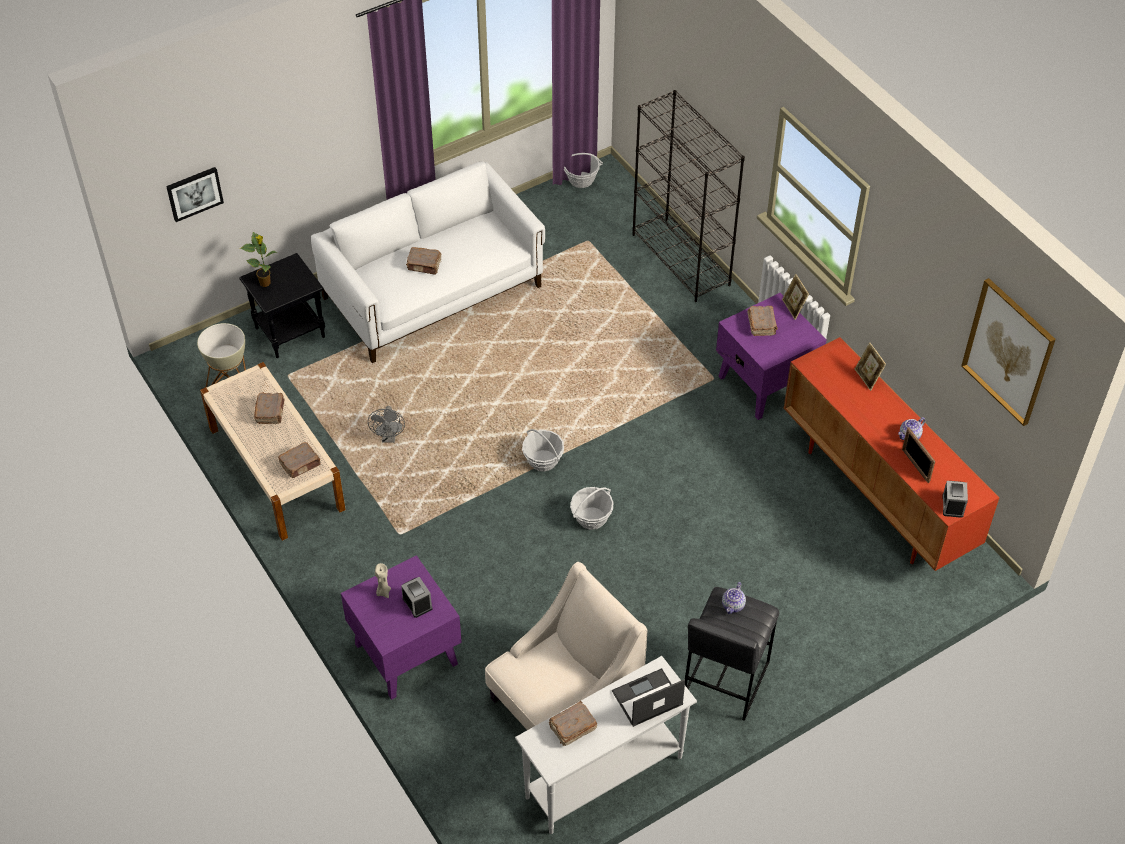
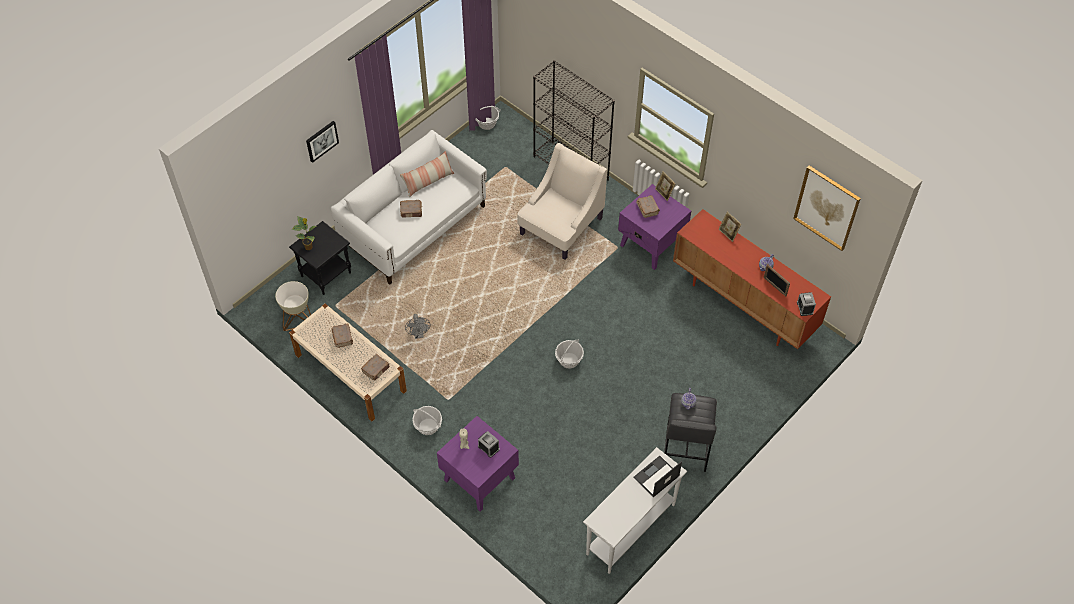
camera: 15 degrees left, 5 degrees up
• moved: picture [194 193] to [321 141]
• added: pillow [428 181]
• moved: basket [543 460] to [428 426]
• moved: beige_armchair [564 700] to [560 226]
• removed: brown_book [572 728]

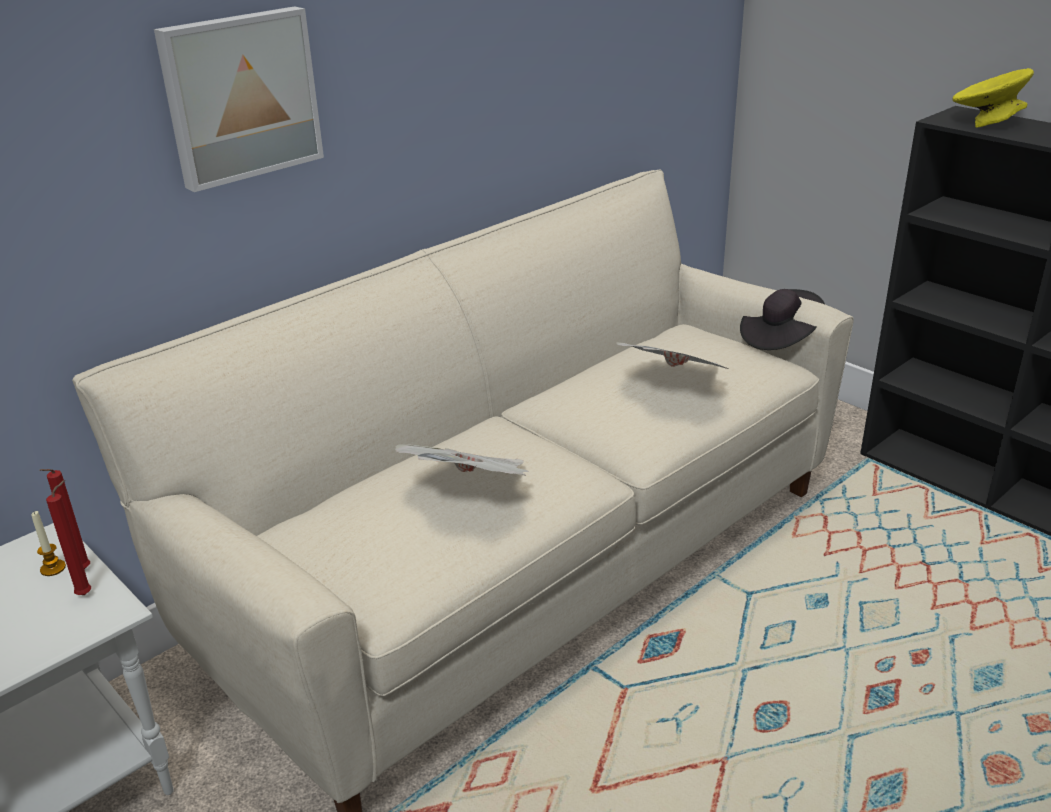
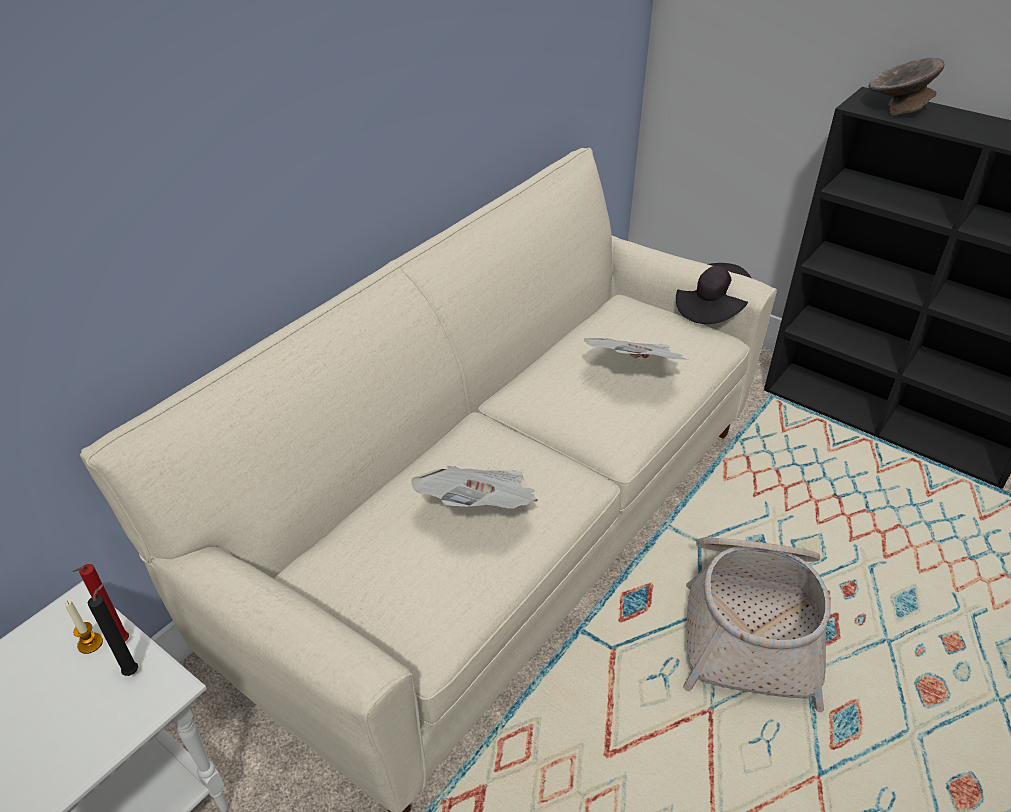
camera: 10 degrees left, 10 degrees up
• recoloured: red_candle [87 593] to black_candle [134 671]
• added: basket [750 625]
• recoloured: yellow_bowl [985 122] to grey_bowl [896 108]
• removed: picture [240 96]

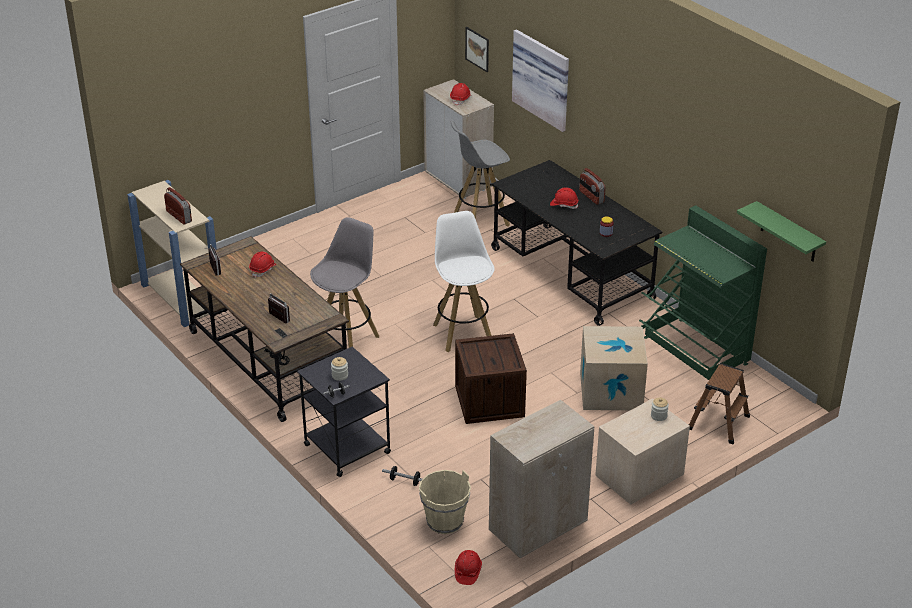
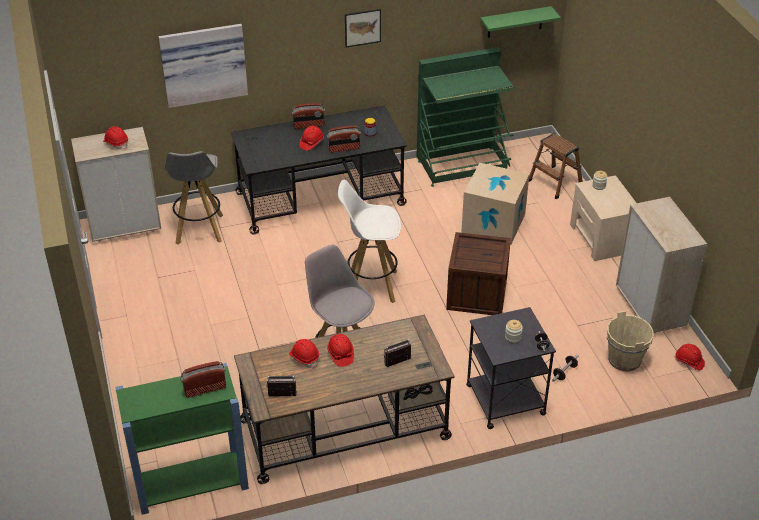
camera: 70 degrees left, 5 degrees up
• recoloured: beige_bookcase [181 297] to green_bookcase [189 481]
• added: radio [344 149]
• added: red_hard_hat [340 355]
• moved: picture [477 49] to [362 27]

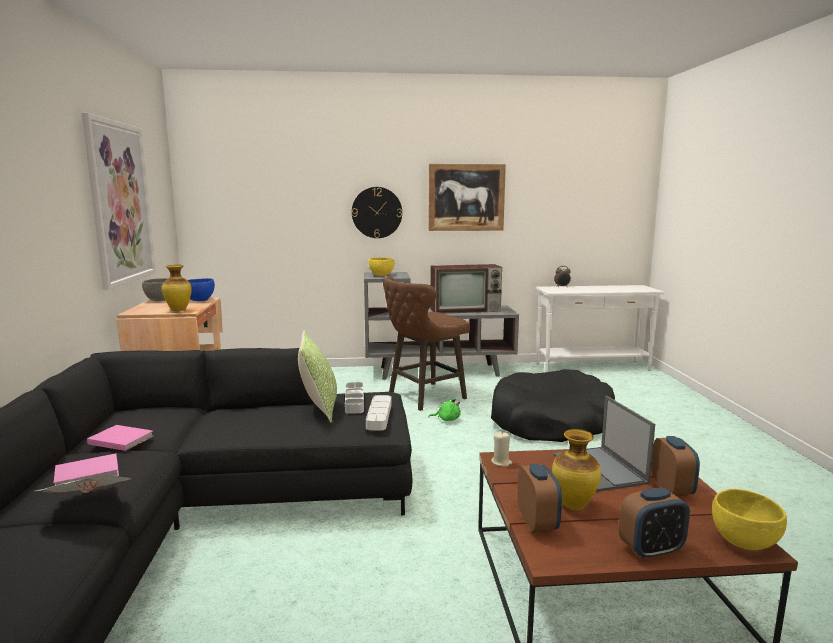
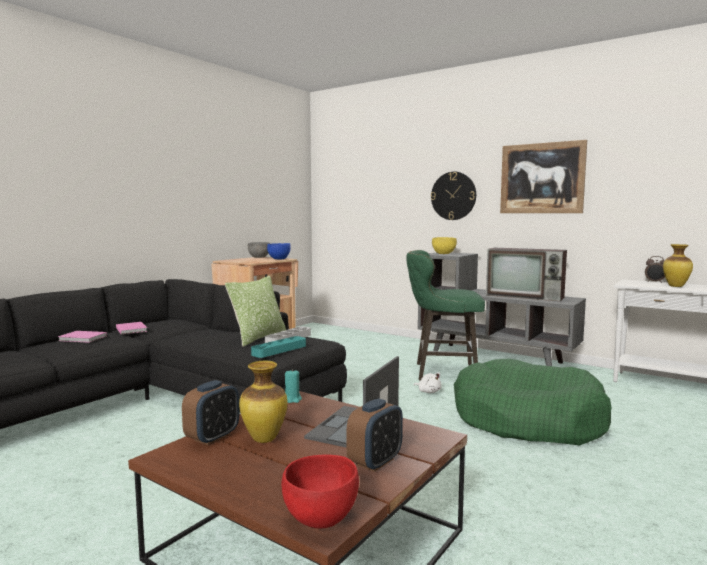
camera: 40 degrees right, 5 degrees down
• recoloured: grey_tray [379 416] to turquoise_tray [279 350]
• recoloured: yellow_bowl [743 542] to red_bowl [320 518]
• recoloured: beige_candle [501 462] to turquoise_candle [292 399]
• recoloured: brown_stool [423 397] to green_stool [442 372]
• recoloured: green_plush_toy [447 419] to white_plush_toy [428 391]
• recoloured: black_dog_bed [550 422] to green_dog_bed [527 420]
• moved: vase [178 310] to [675 286]
• removed: newspaper [90 505]
• removed: picture [120 203]
• removed: alarm_clock [651 550]

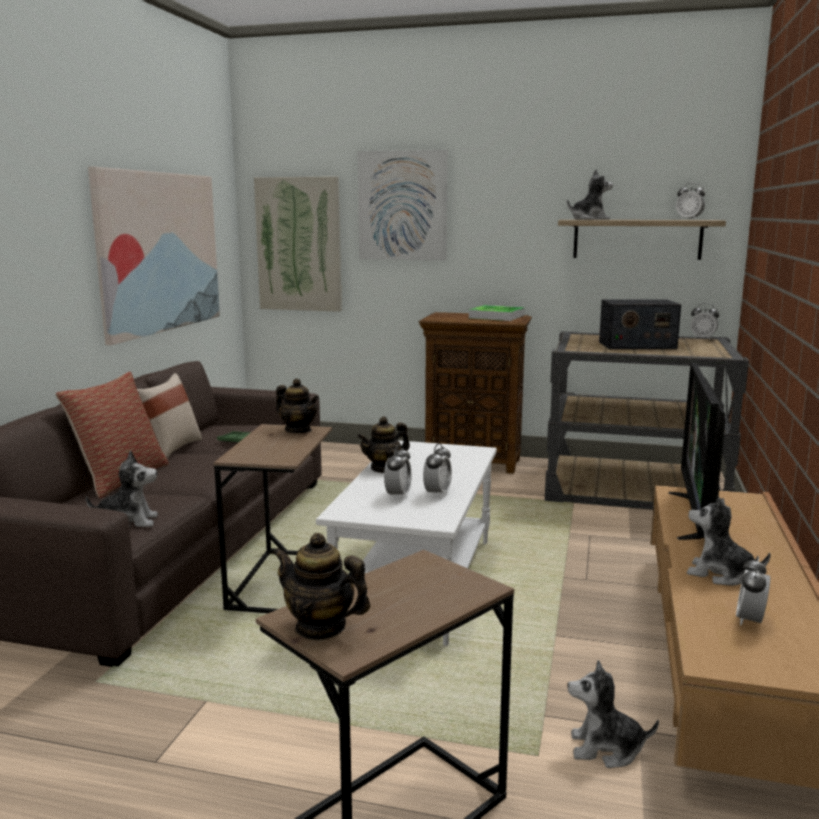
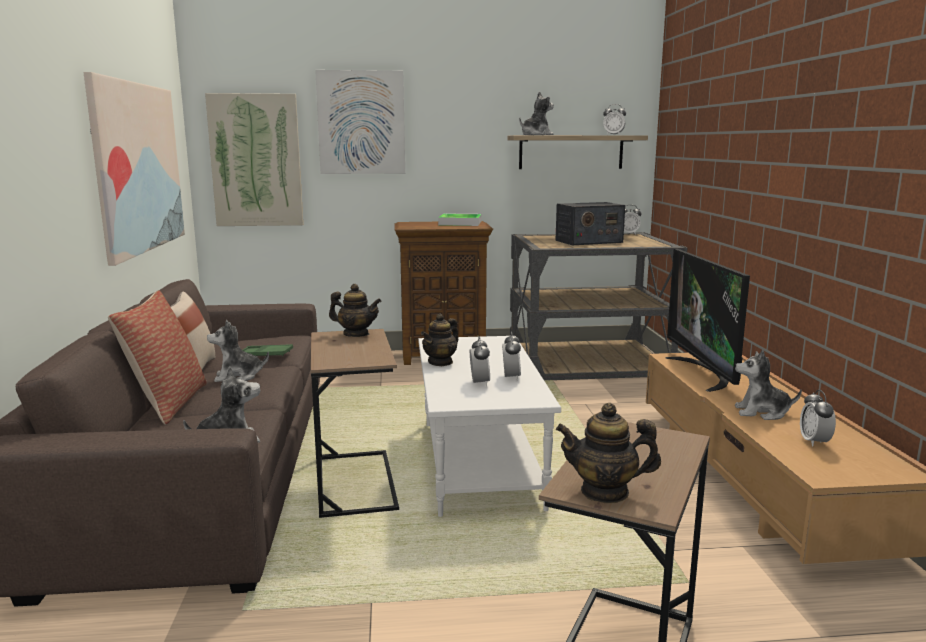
camera: 20 degrees left, 0 degrees up
• moved: plush_toy [606 749] to [238 377]

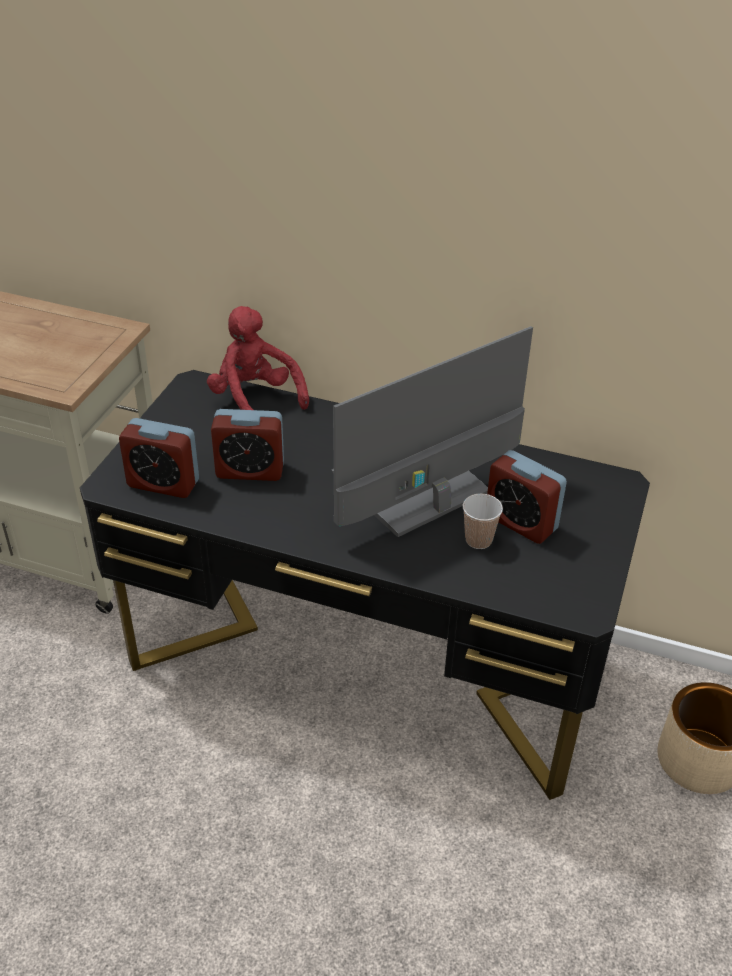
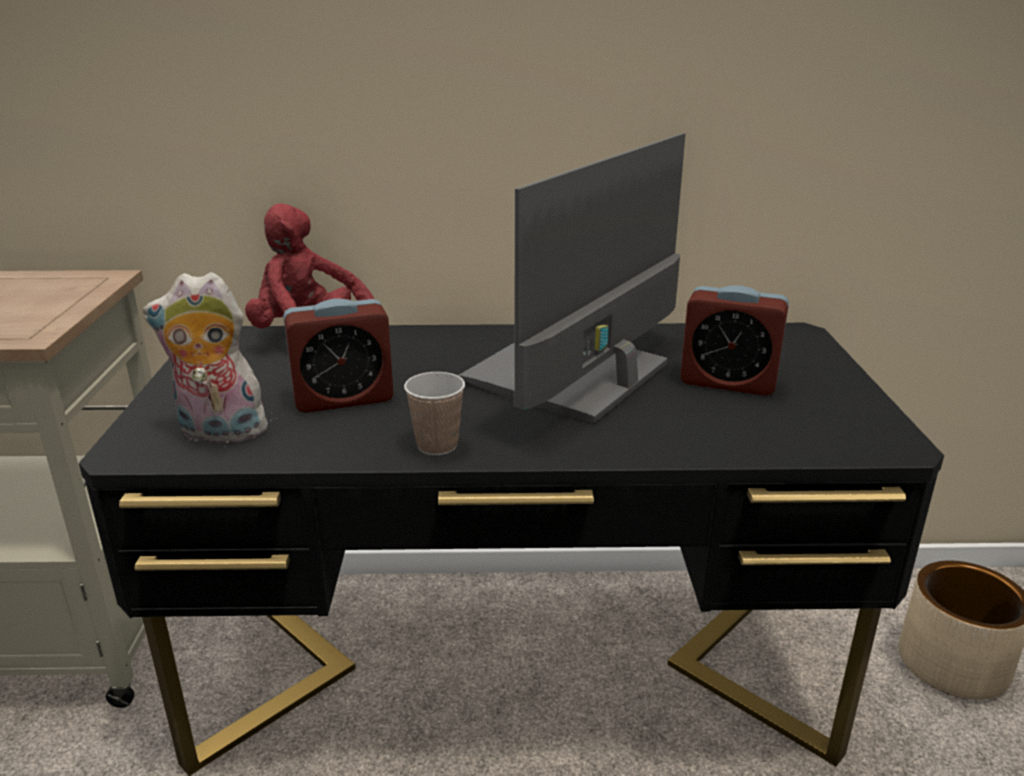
camera: 20 degrees left, 15 degrees down
• replaced: alarm_clock [163 483] to plush_toy [219 433]
• moved: cup [478 540] to [437 445]

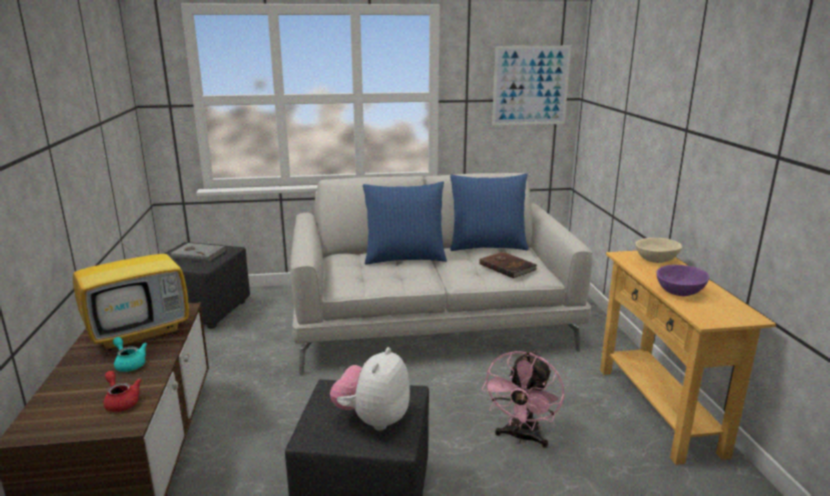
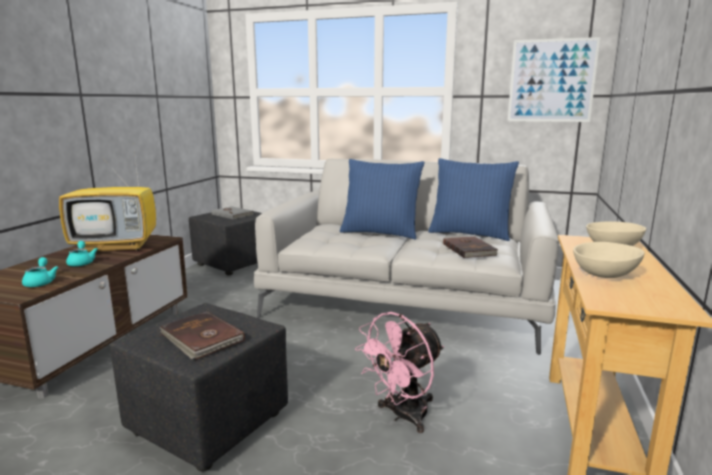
camera: 25 degrees right, 5 degrees down
• recoloured: red_teapot [121 401] to turquoise_teapot [41 282]
• replaced: plush_toy [373 419] to brown_book [201 338]
• recoloured: purple_bowl [679 292] to beige_bowl [605 274]

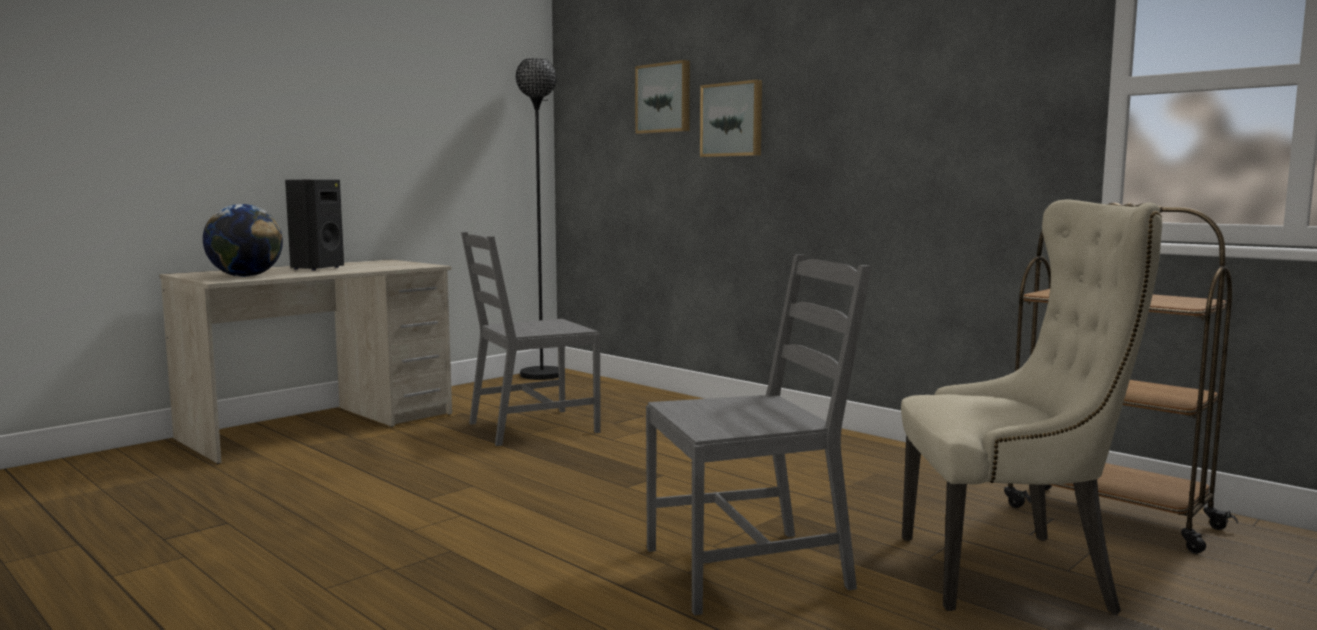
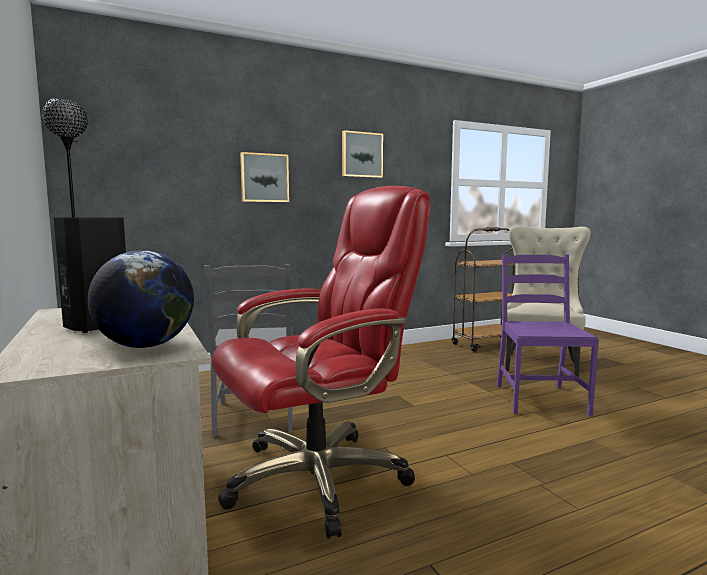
camera: 70 degrees left, 0 degrees up
• added: red_office_chair [317 478]
• moved: picture [664 98] to [361 155]
• recoloured: grey_chair [748 568] to purple_chair [539 399]

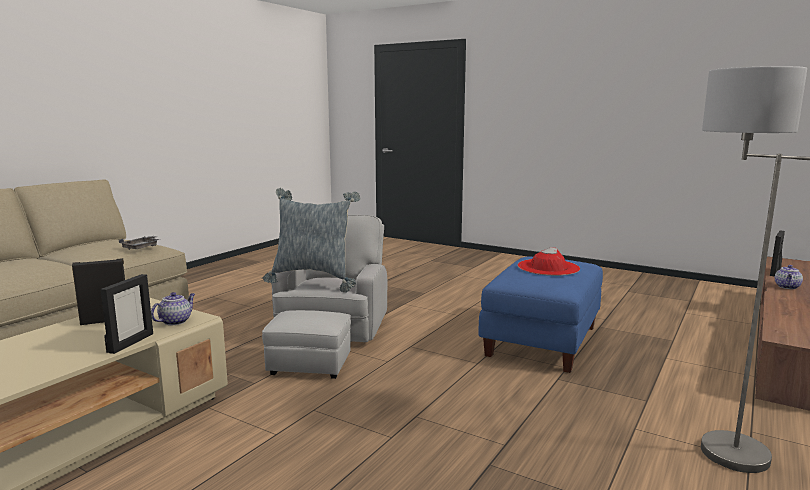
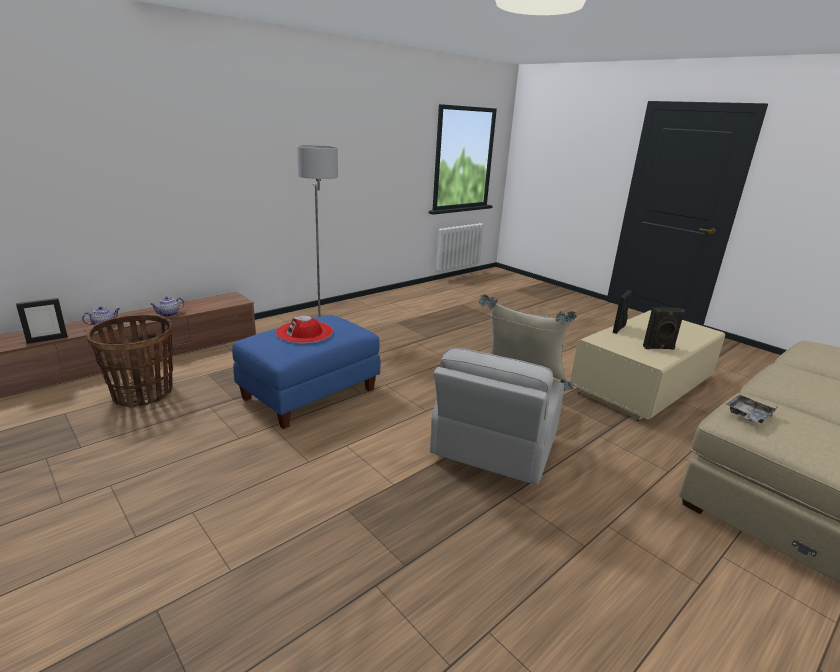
camera: 165 degrees left, 10 degrees up
• added: basket [143 393]
• moved: teapot [175 321] to [168 314]

